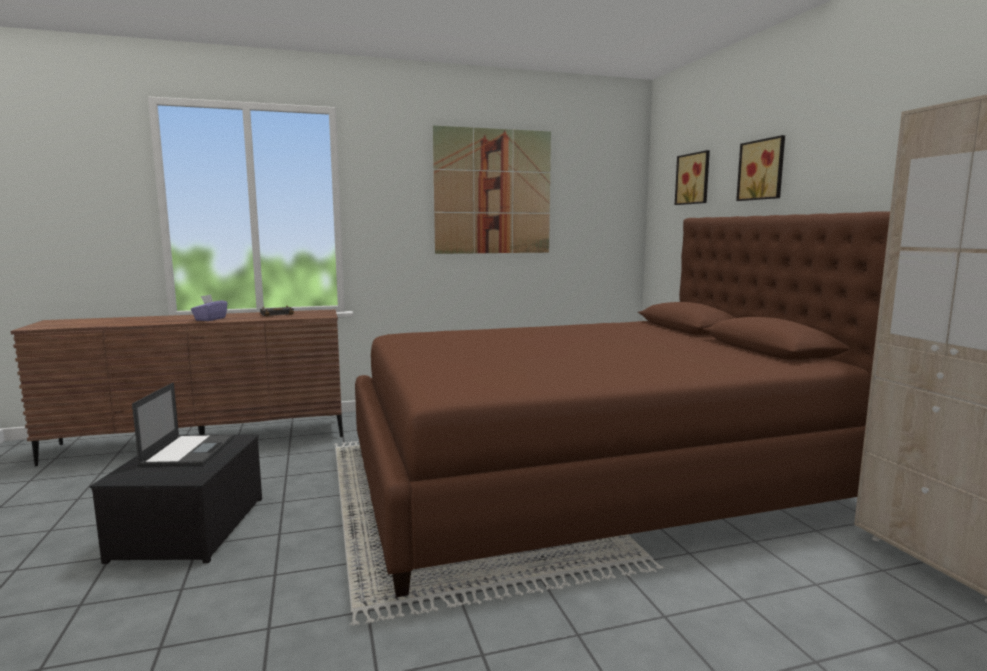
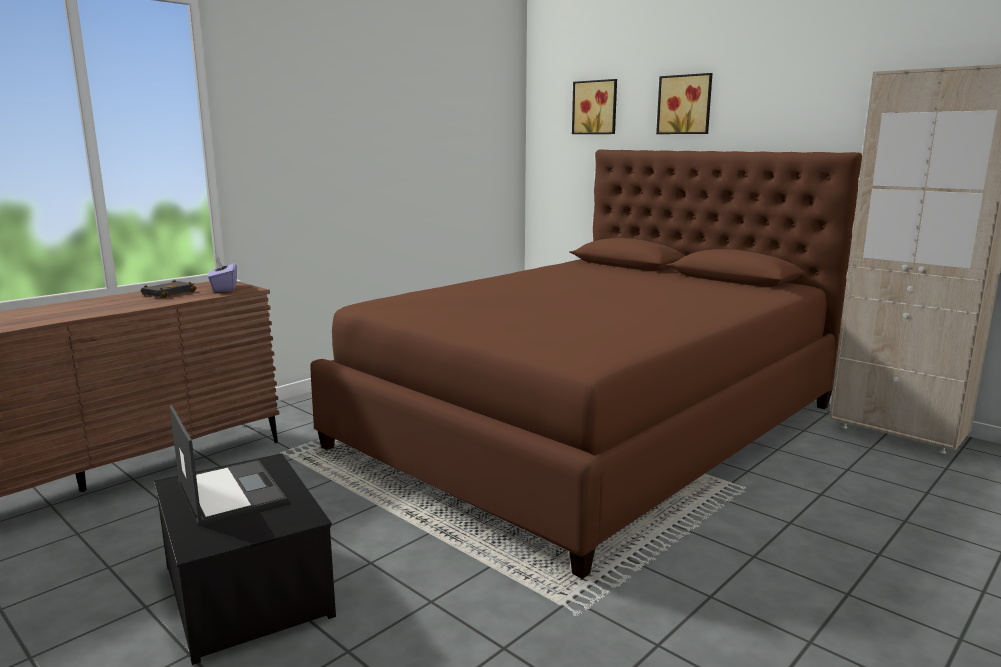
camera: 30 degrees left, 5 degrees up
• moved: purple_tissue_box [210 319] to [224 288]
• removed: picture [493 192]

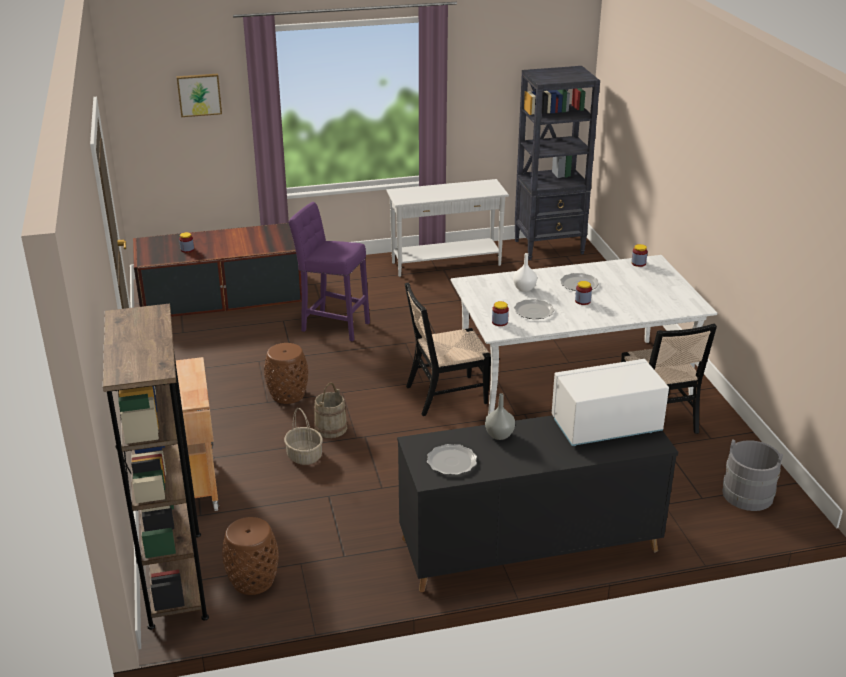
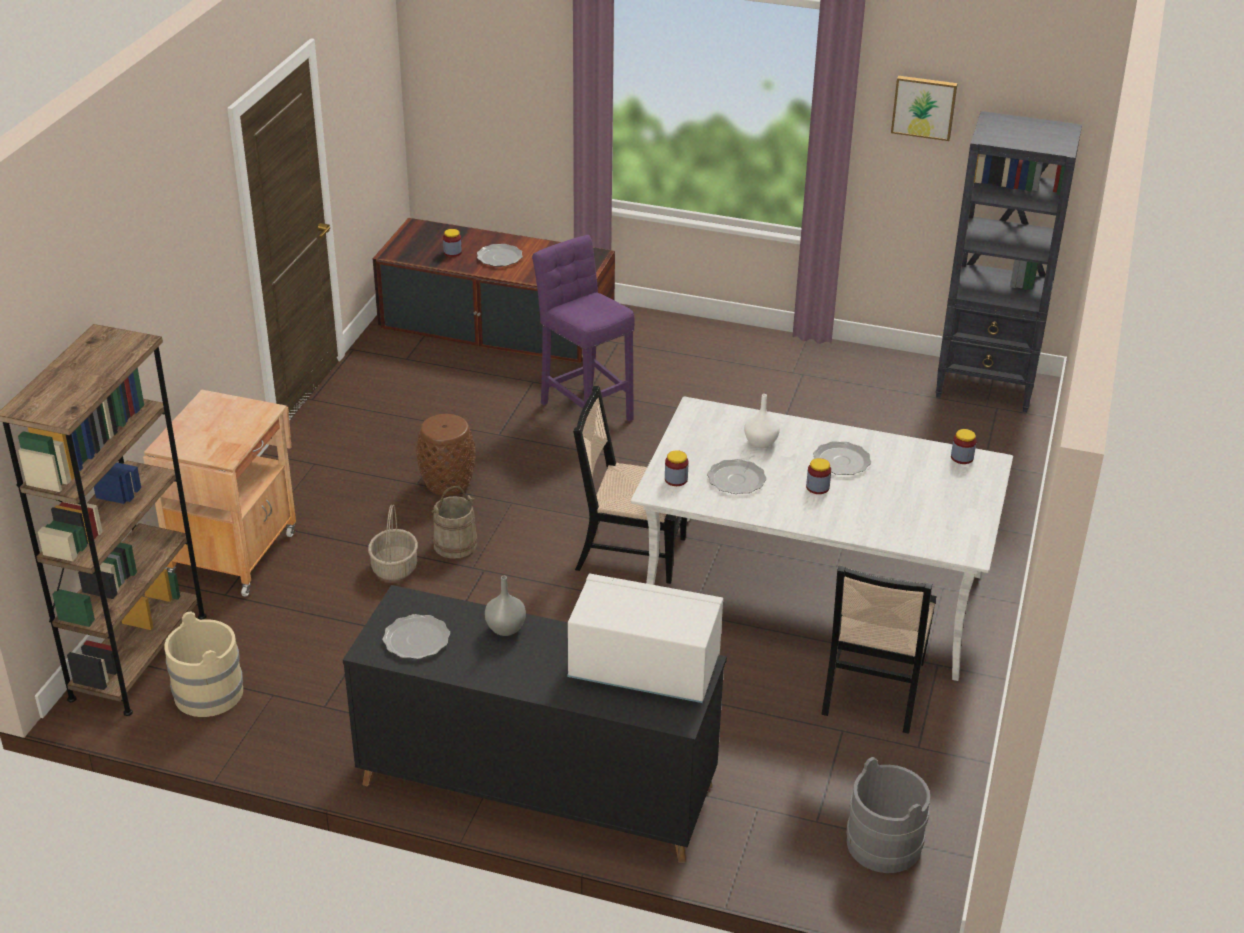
camera: 30 degrees right, 5 degrees up
• replaced: brown_stool [253 580] to beige_bucket [209 693]
• added: plate [500 257]
• moved: picture [199 94] to [924 107]
• removed: white_console_table [446 263]

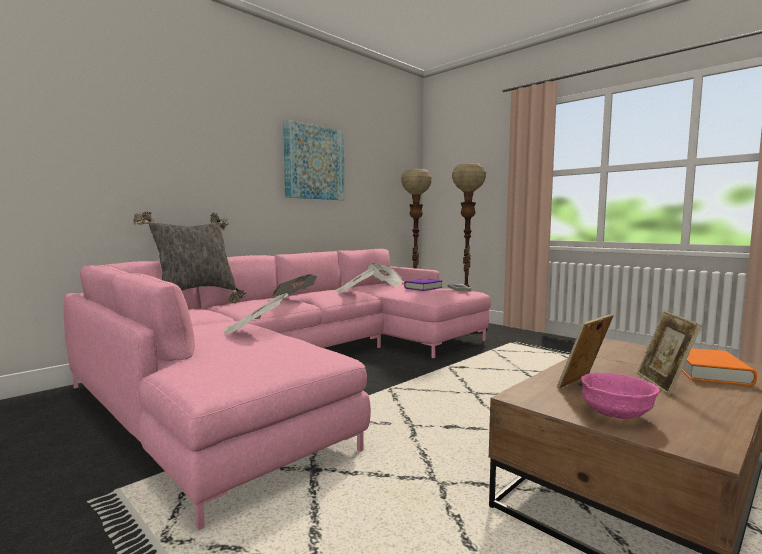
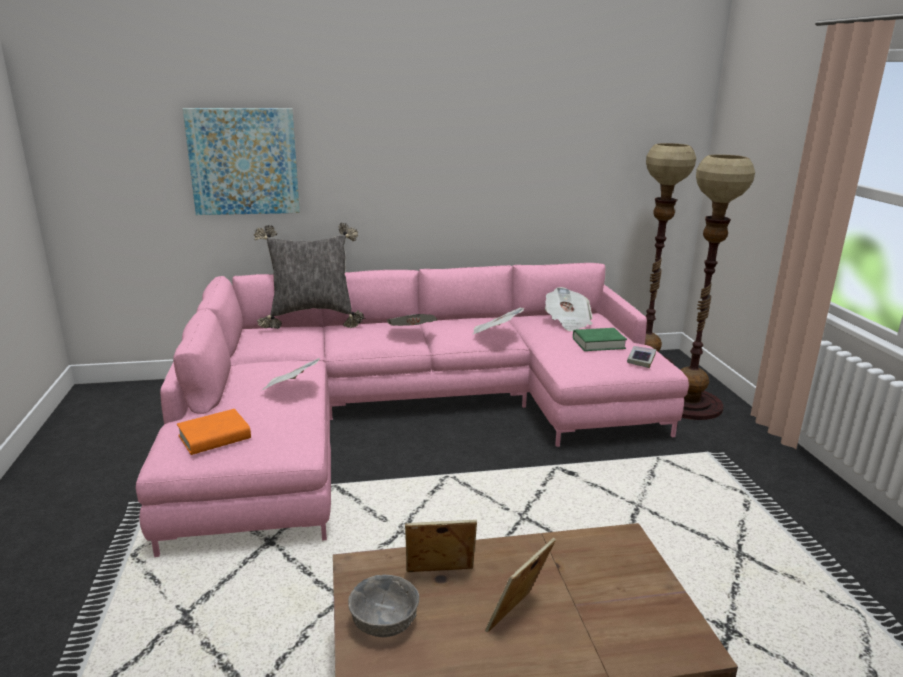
camera: 35 degrees right, 15 degrees up
• moved: orange_book [710 372] to [214 437]
• moved: picture [314 162] to [244 161]
• recoloured: pink_bowl [615 414] to grey_bowl [383 624]
• recoloured: purple_book [423 288] to green_book [598 343]

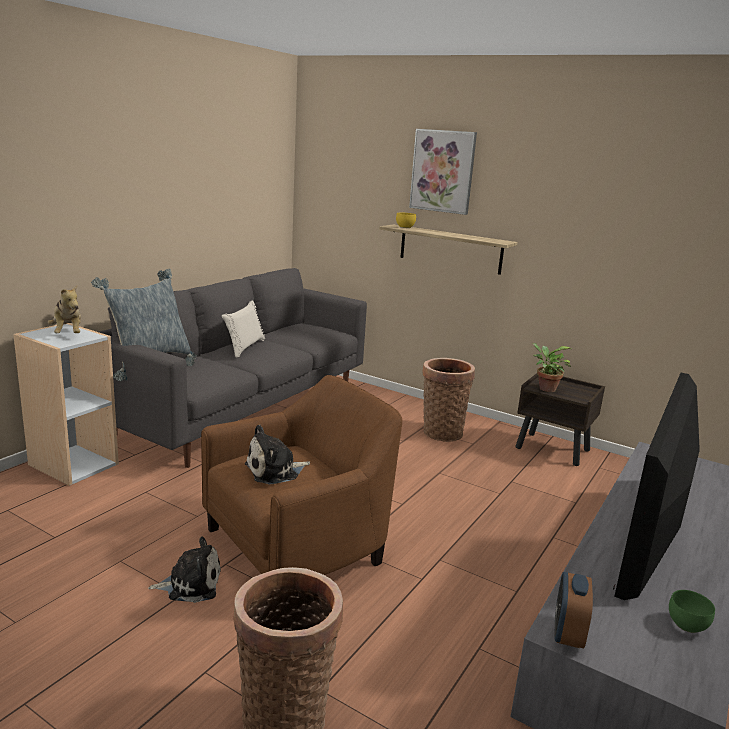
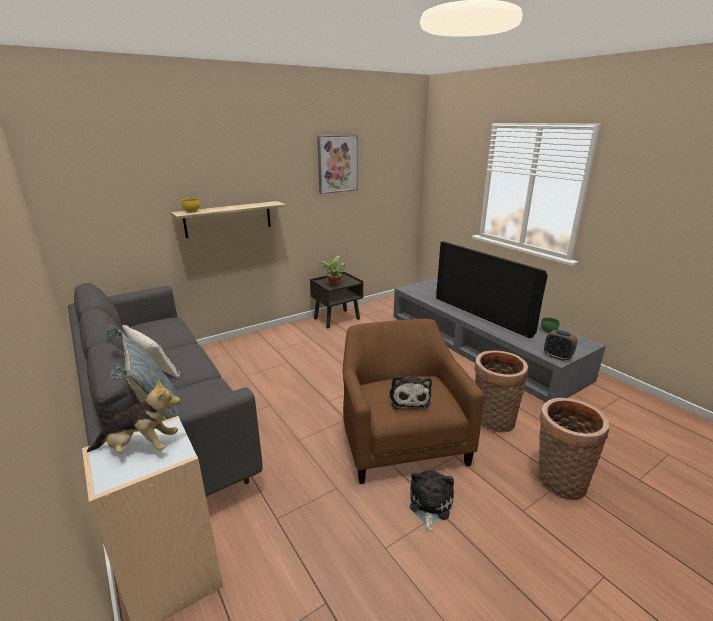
camera: 65 degrees left, 5 degrees up
• moved: picture [442 171] to [337 164]
• moved: basket [441 431] to [492 420]

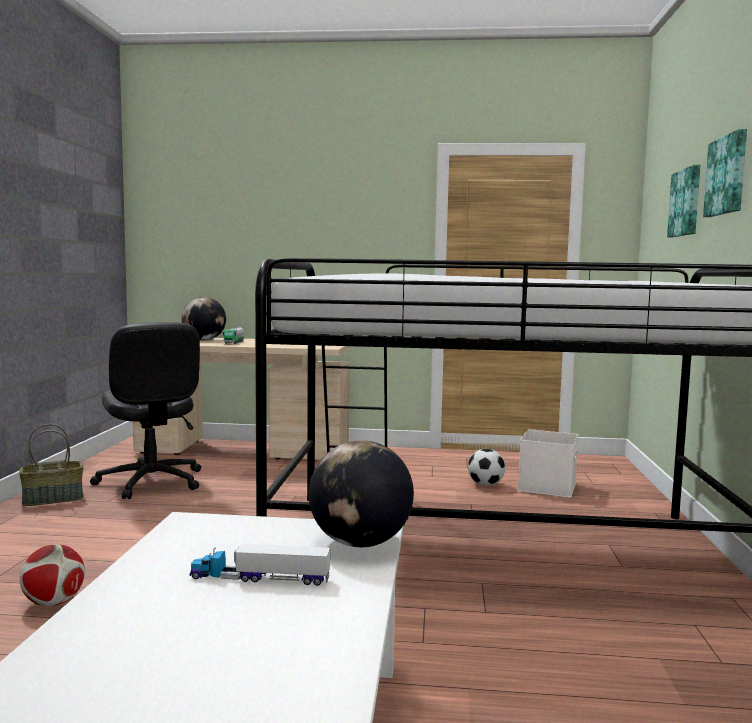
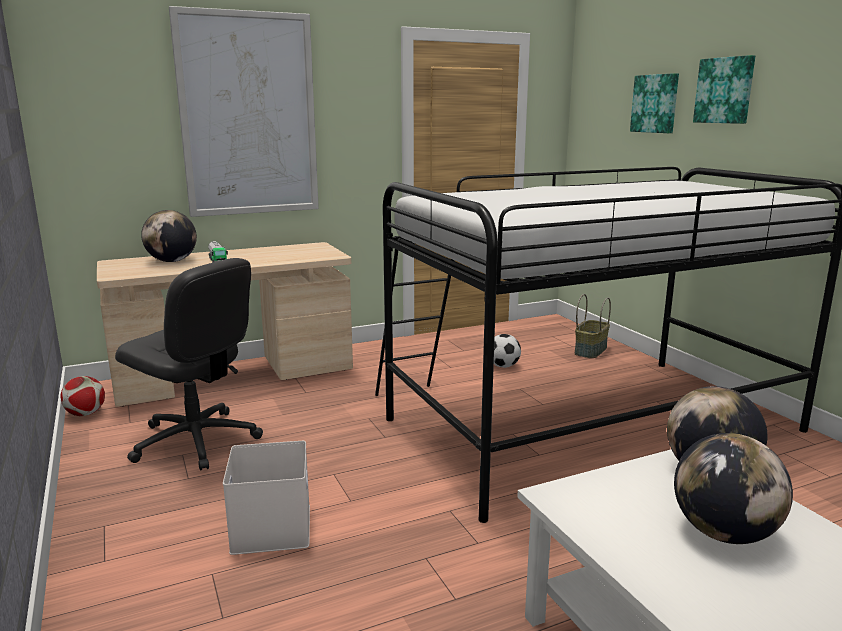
camera: 30 degrees left, 10 degrees up
• moved: football [54 602] to [85 414]
• added: picture [248 115]
• moved: white_storage_box [546 486] to [270 527]
• moved: basket [53 498] to [590 350]
• replaced: toy_truck [260 578] to globe [724 533]

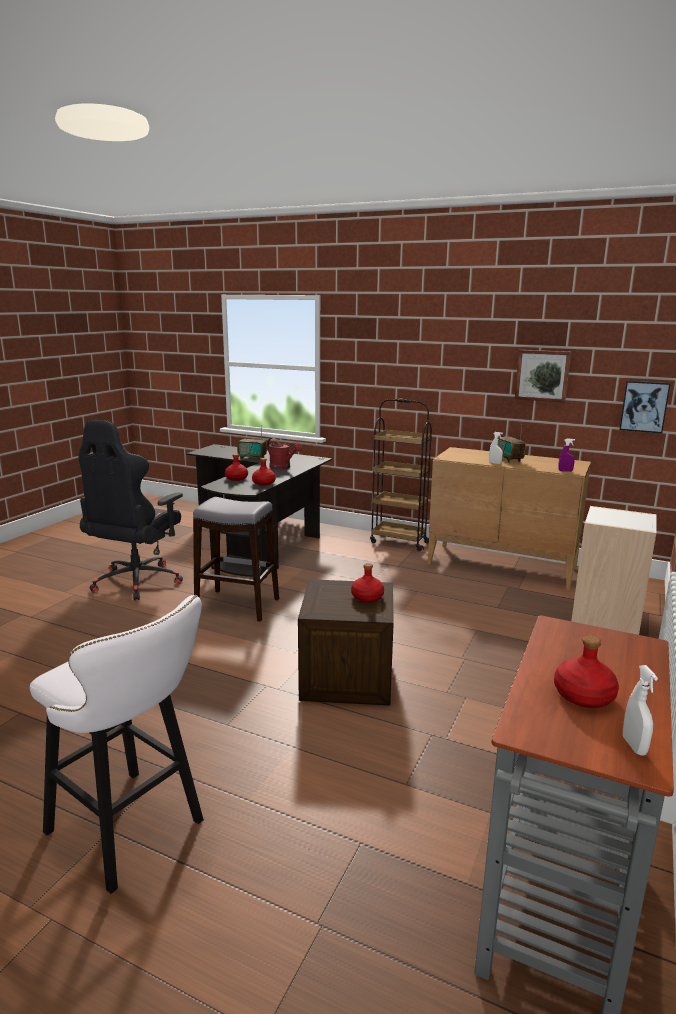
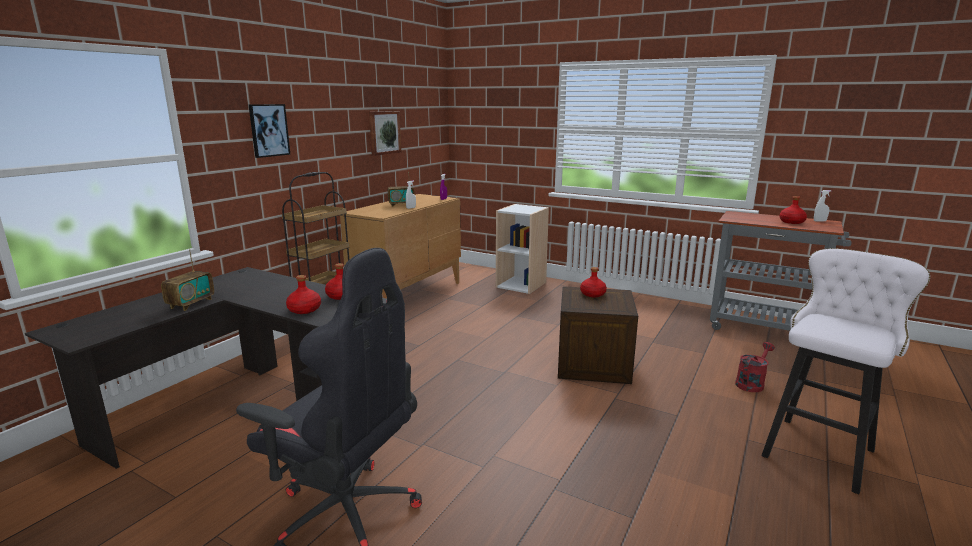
camera: 85 degrees left, 0 degrees up
• moved: picture [644 406] to [269 130]
• moved: red_watering_can [283 467] to [751 383]
• removed: grey_stool [238 605]

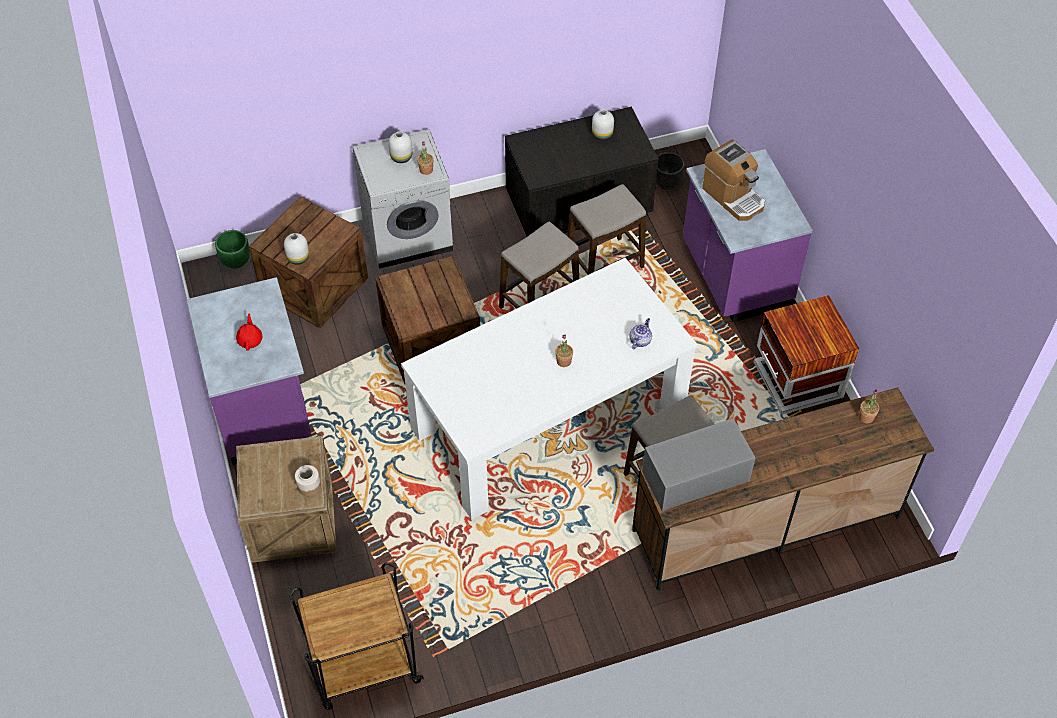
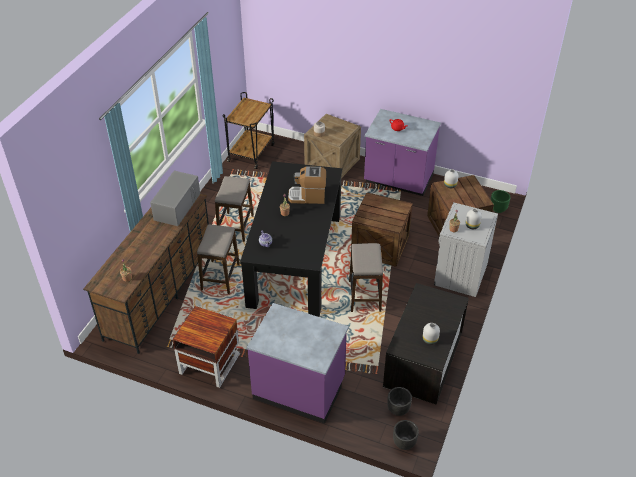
camera: 130 degrees right, 10 degrees down
• moved: stool [604 265] to [235 227]
• recoloured: white_dining_table [548 418] to black_dining_table [295 258]
• moved: coffee_machine [733 197] to [307 196]
• added: black_planter [404 443]

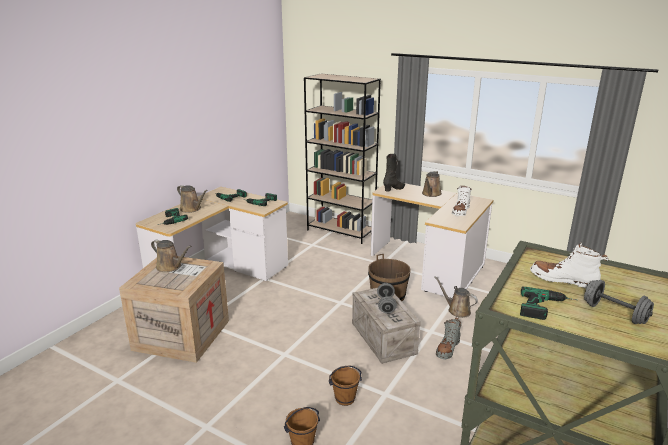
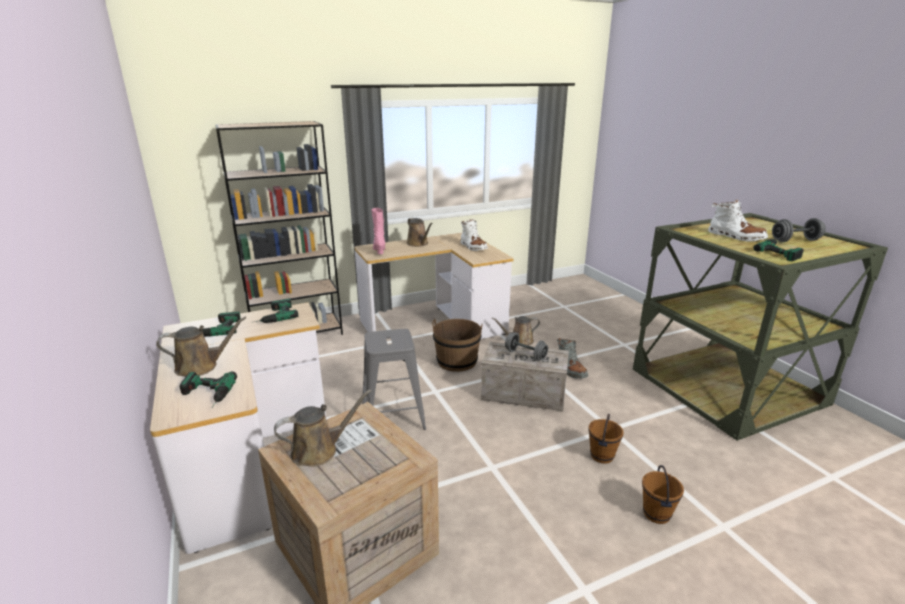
camera: 55 degrees left, 0 degrees up
• added: grey_stool [392 416]
• recoloured: black_boot [394 189] to pink_boot [379 251]
• turned: white_boot [563 280] = [735 236] 105 degrees counterclockwise

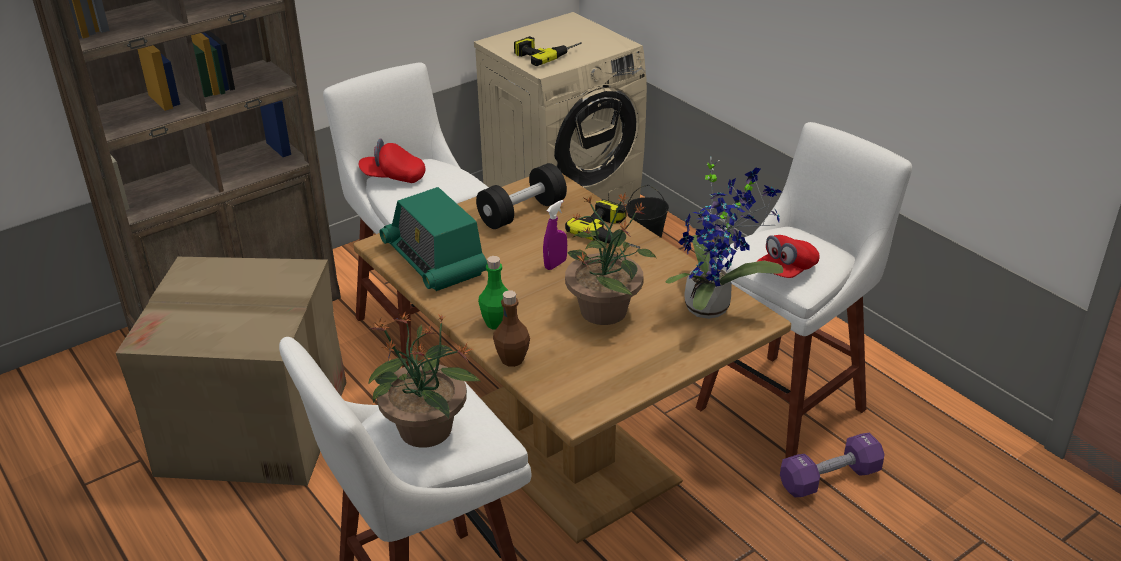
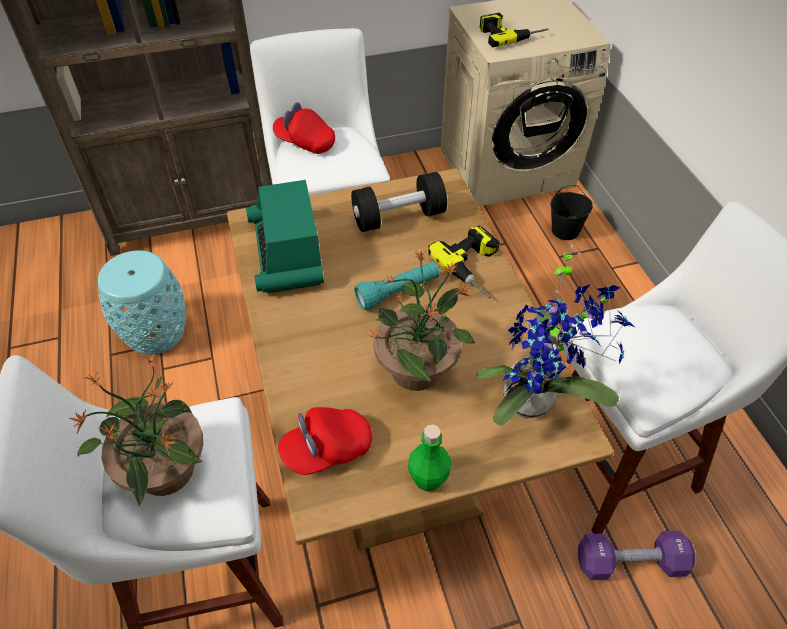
camera: 20 degrees right, 15 degrees up
• replaced: cardboard_box [256 427] to turquoise_stool [156 333]
• moved: red_cap [786 271] to [327 449]
• replaced: purple_spray_bottle [555 264] to turquoise_flashlight [398 292]
• moved: green_bottle [497 323] to [428 479]
• removed: brown_bottle [512 359]

